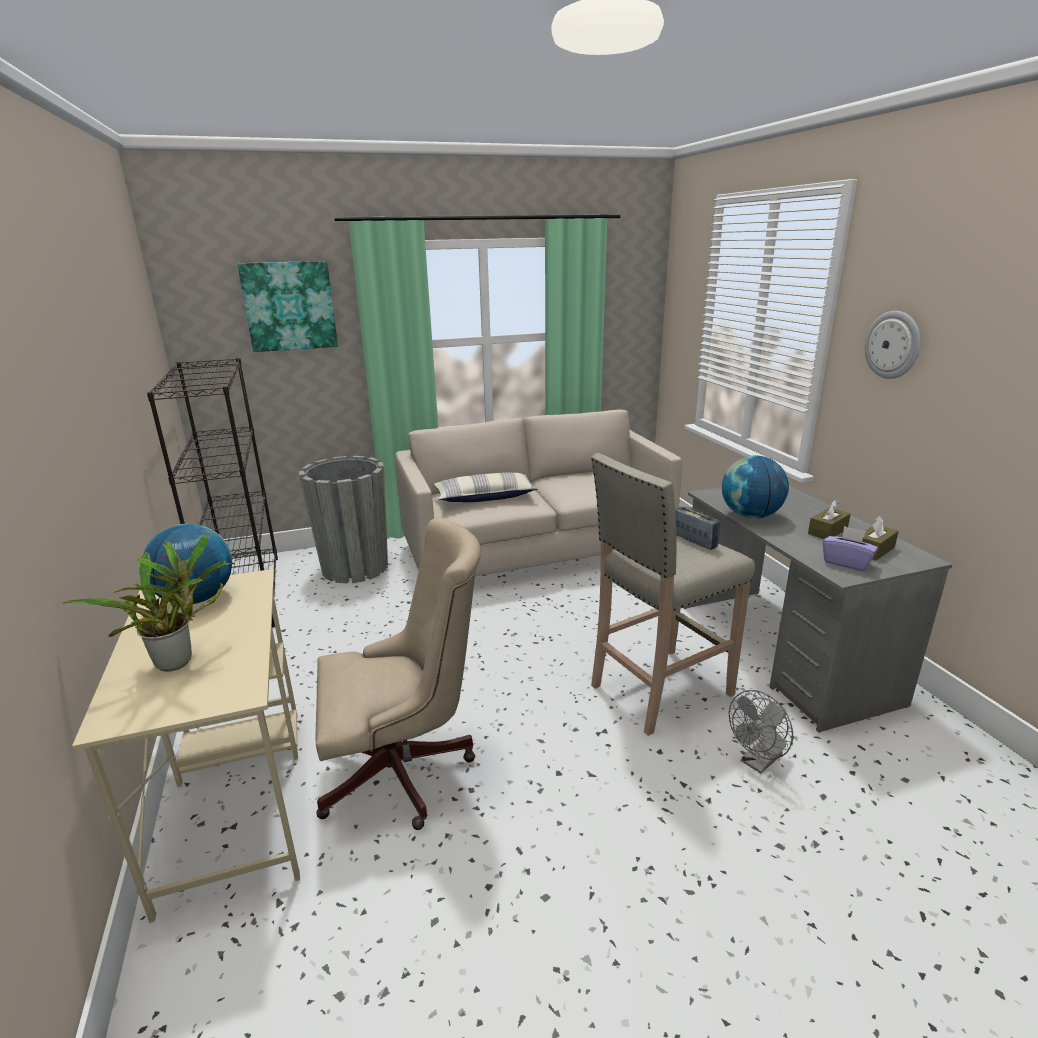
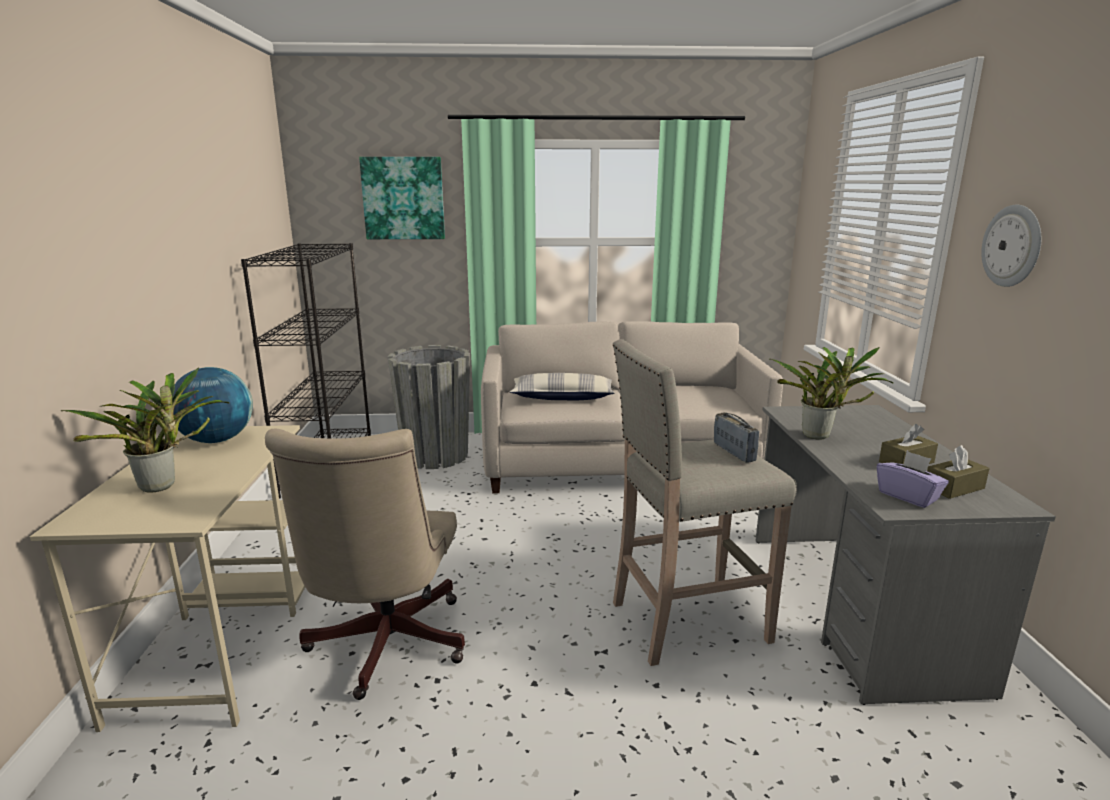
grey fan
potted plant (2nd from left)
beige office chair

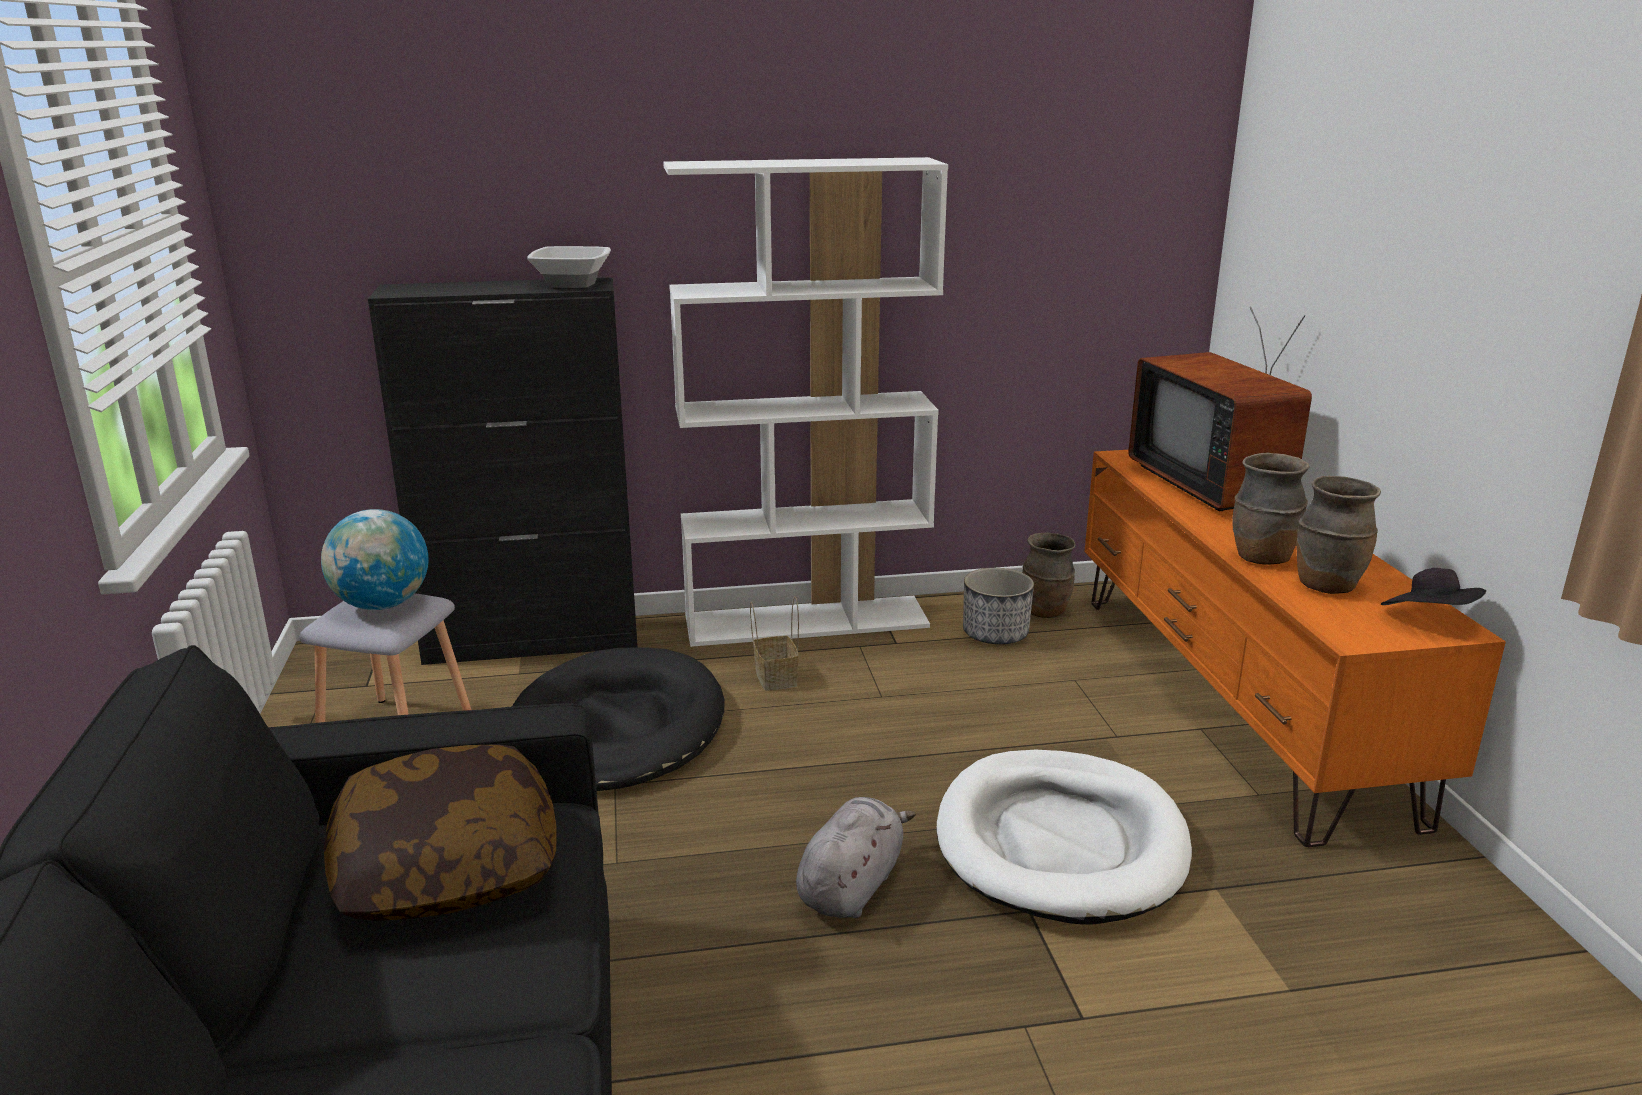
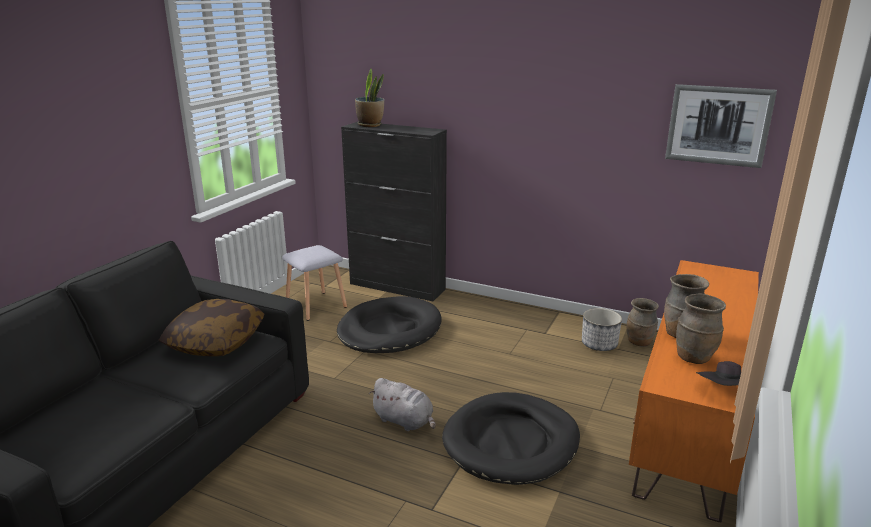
globe
bowl
white bookcase
basket
television
potted plant
picture
black dog bed (2nd from left)
grey plush toy

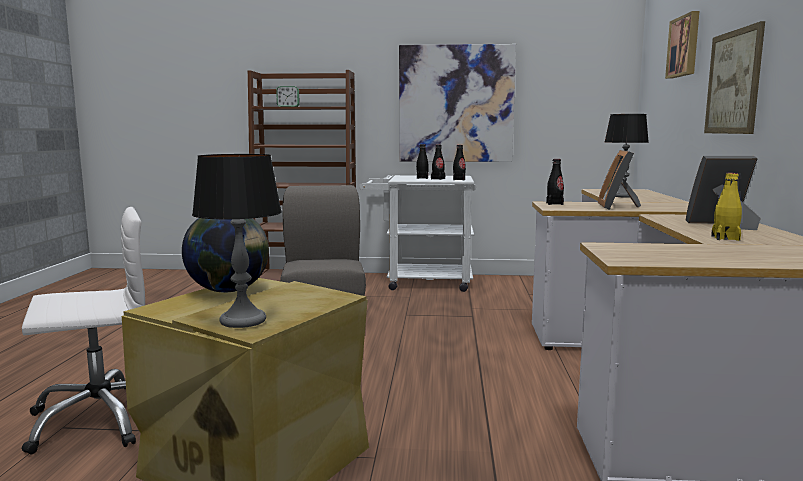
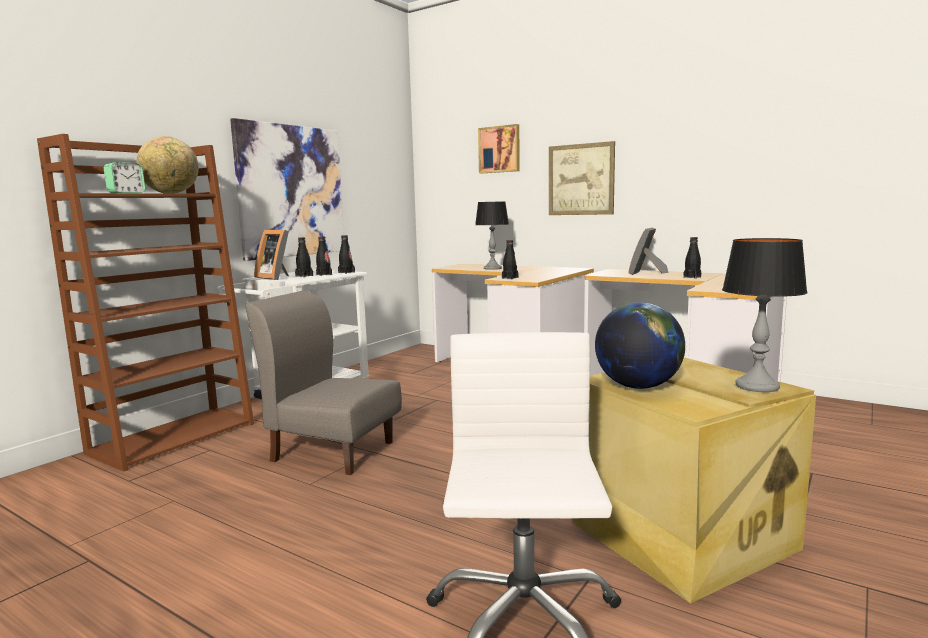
globe (1st from left)
picture frame (1st from left)
black bottle (5th from left)

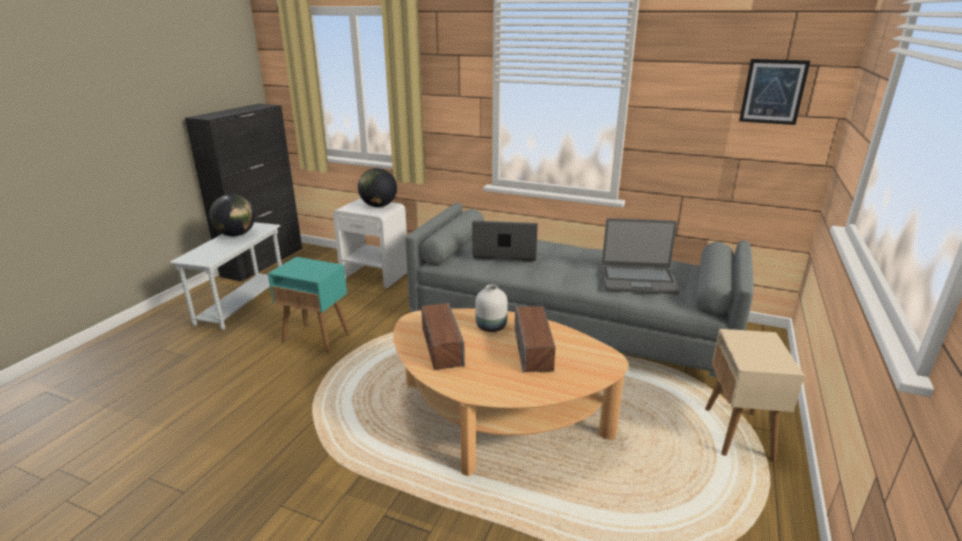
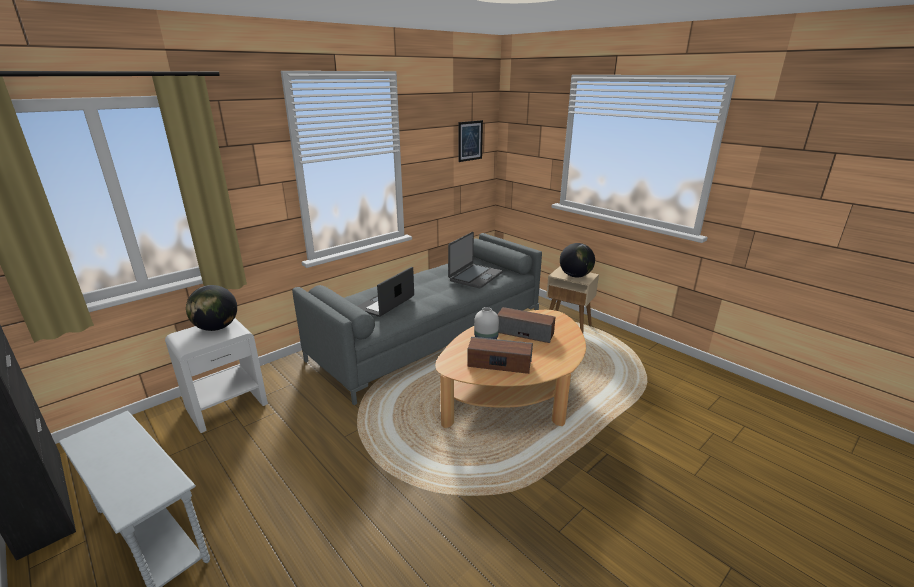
turquoise side table
globe (2nd from left)

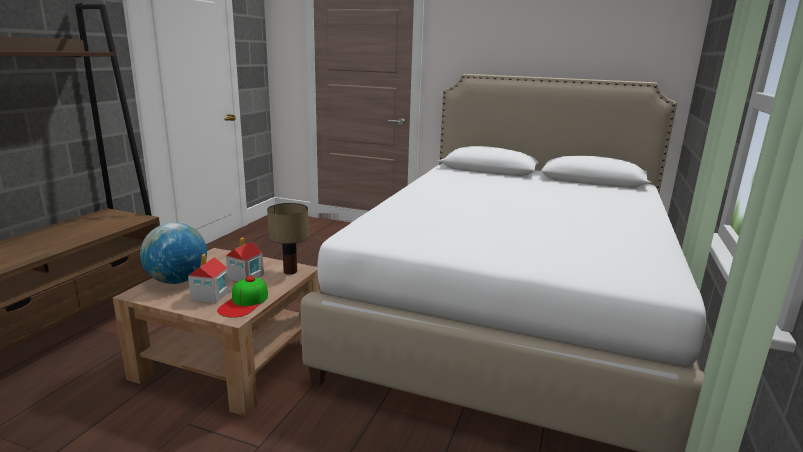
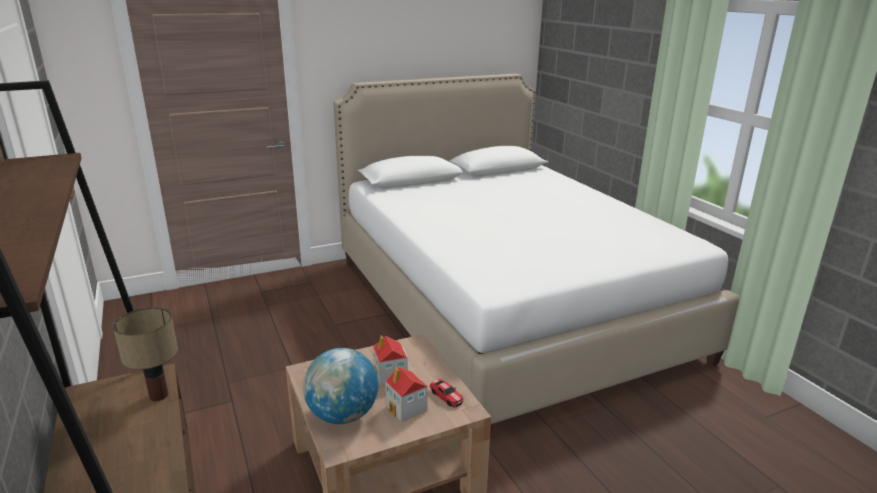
table lamp
toy car

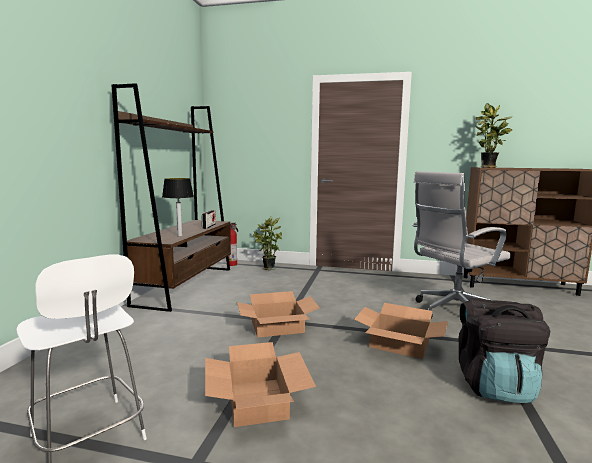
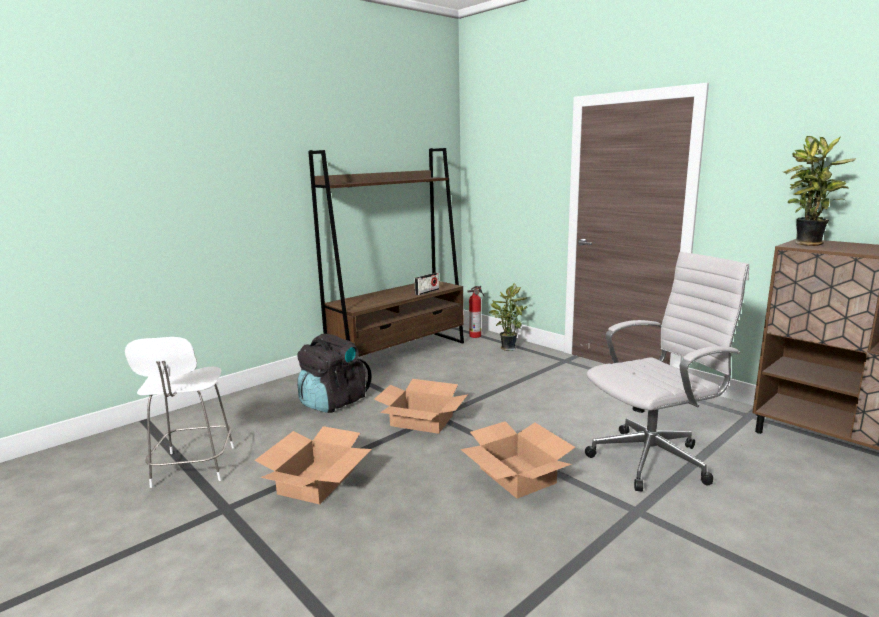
table lamp
black backpack
white office chair

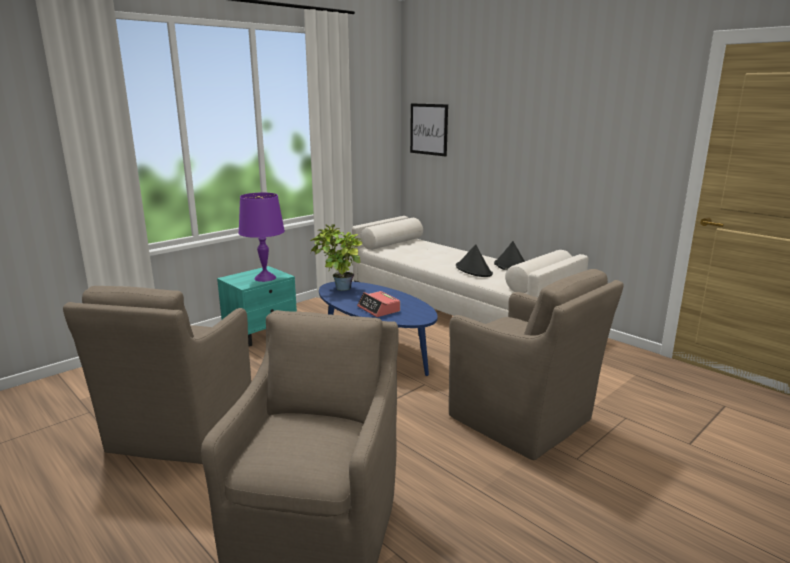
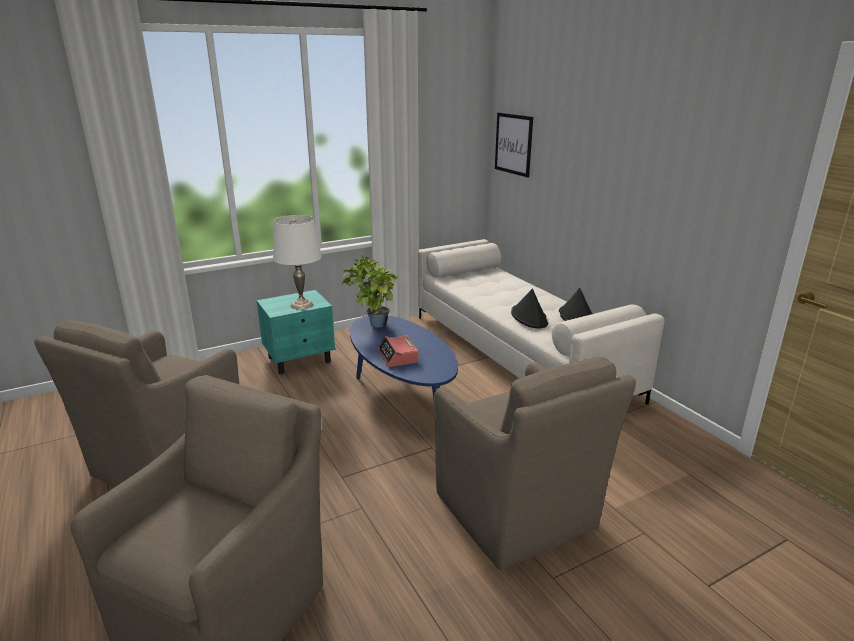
white table lamp

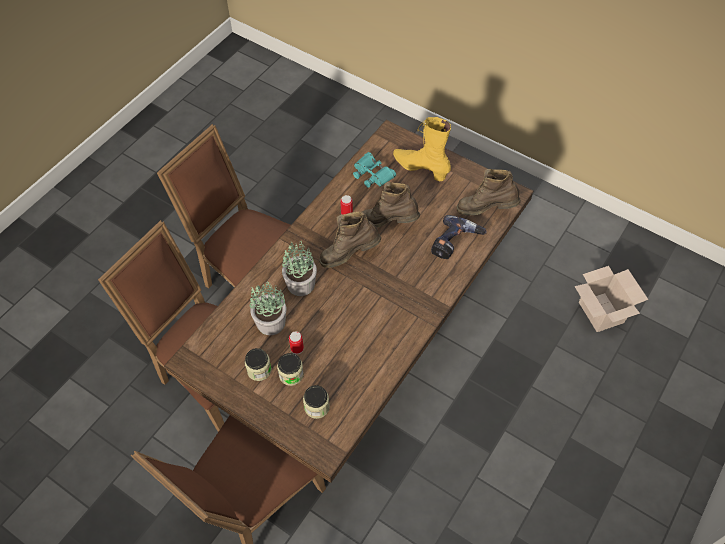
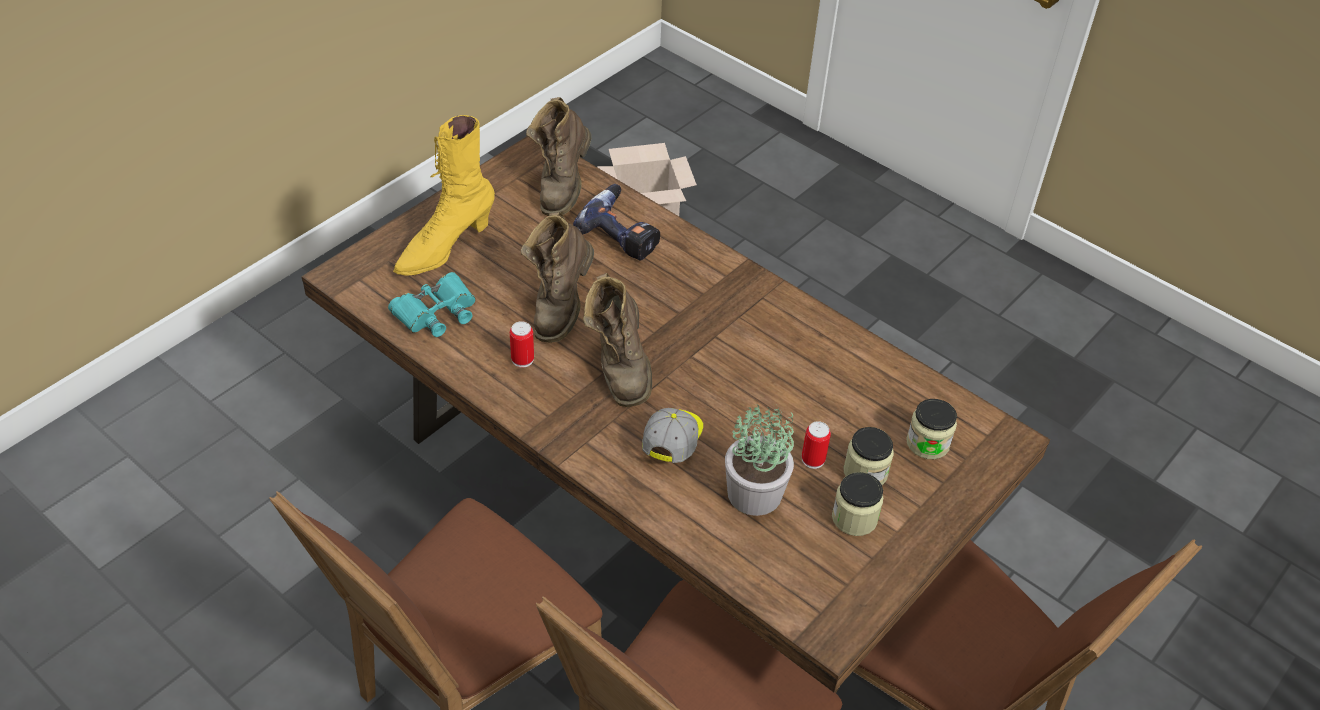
cap

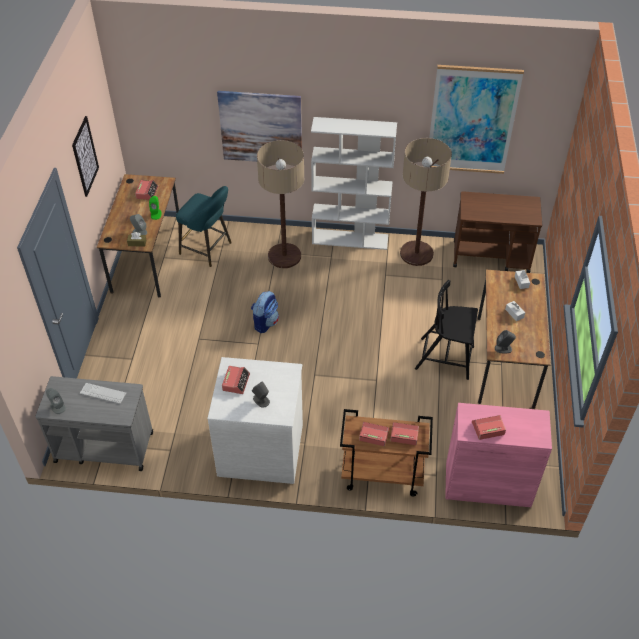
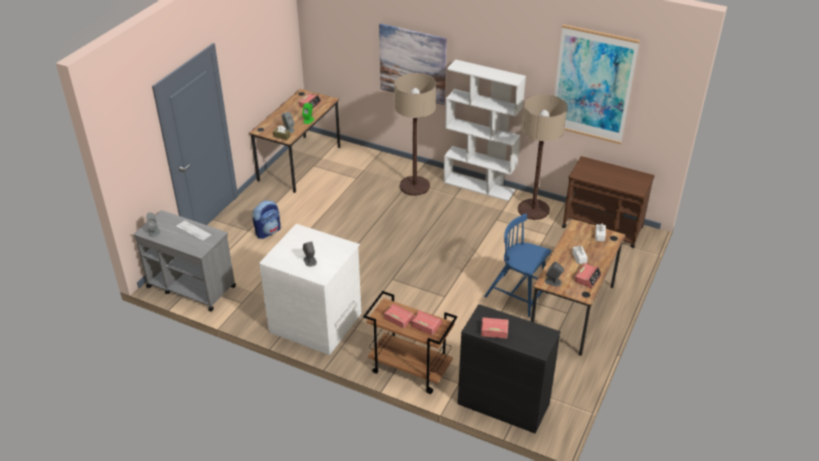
picture (1st from left in the first image)
turquoise stool
alarm clock (5th from left)
backpack
blue chair
black cabinet

